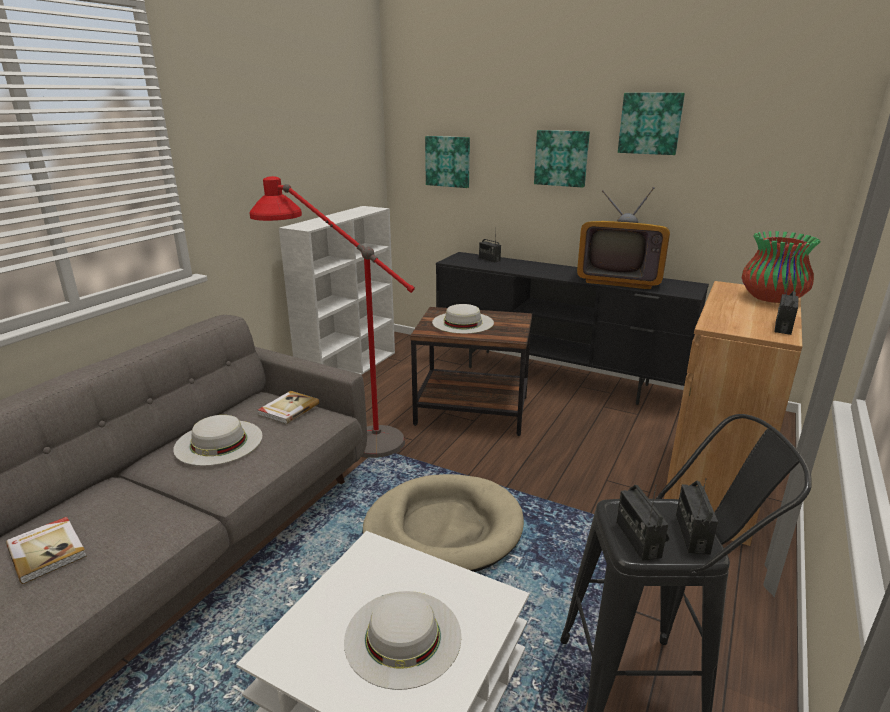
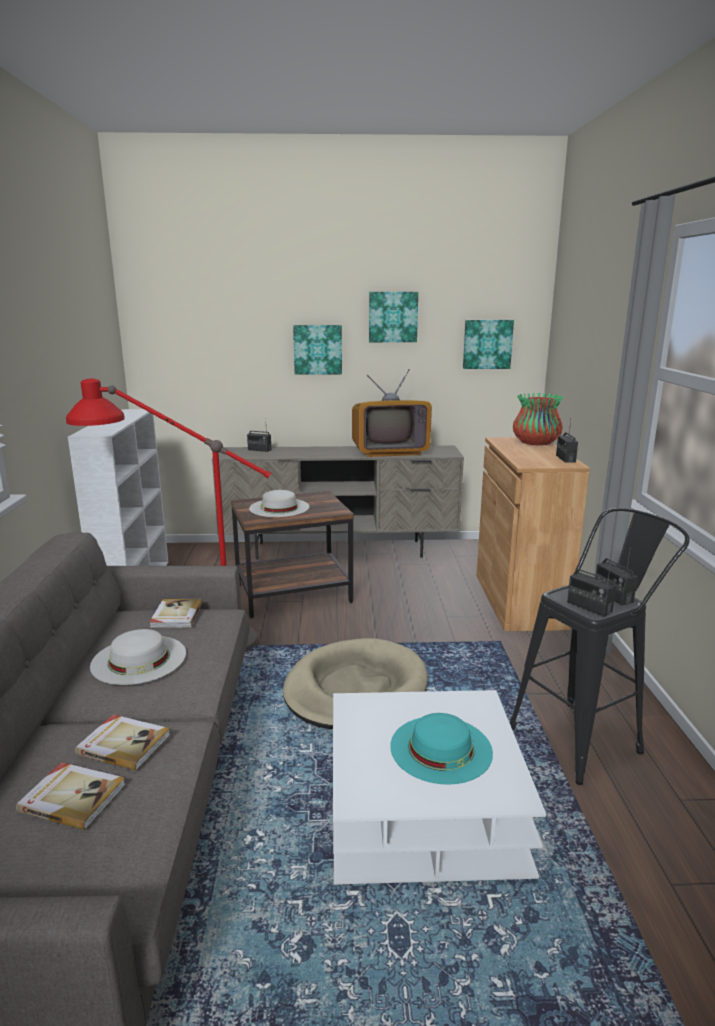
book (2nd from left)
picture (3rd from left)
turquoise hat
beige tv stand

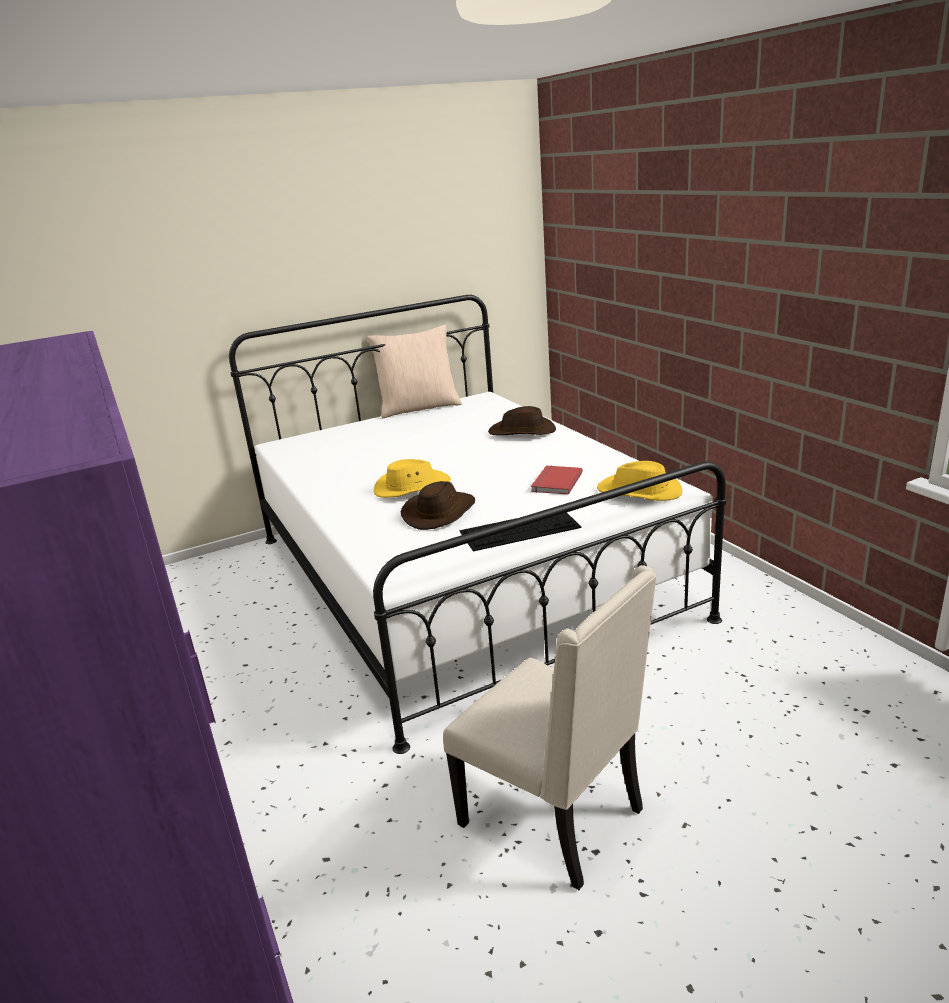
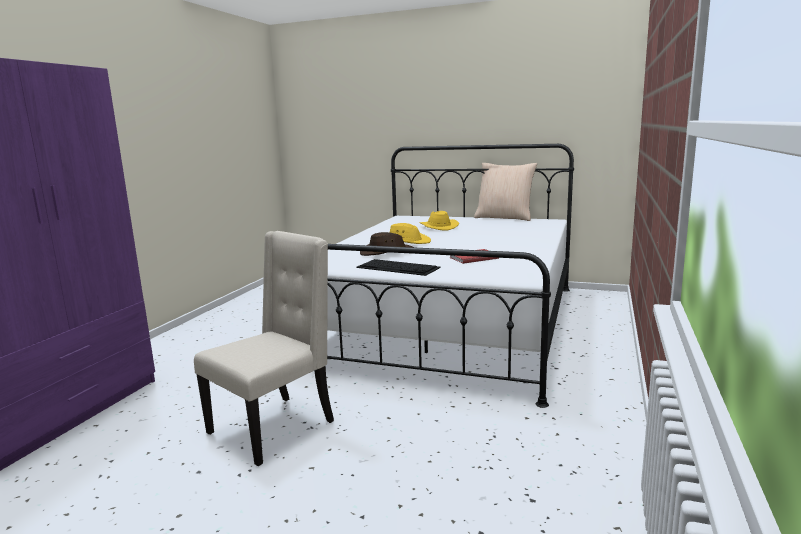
brown hat (2nd from left in the first image)
yellow hat (2nd from left)
beige chair

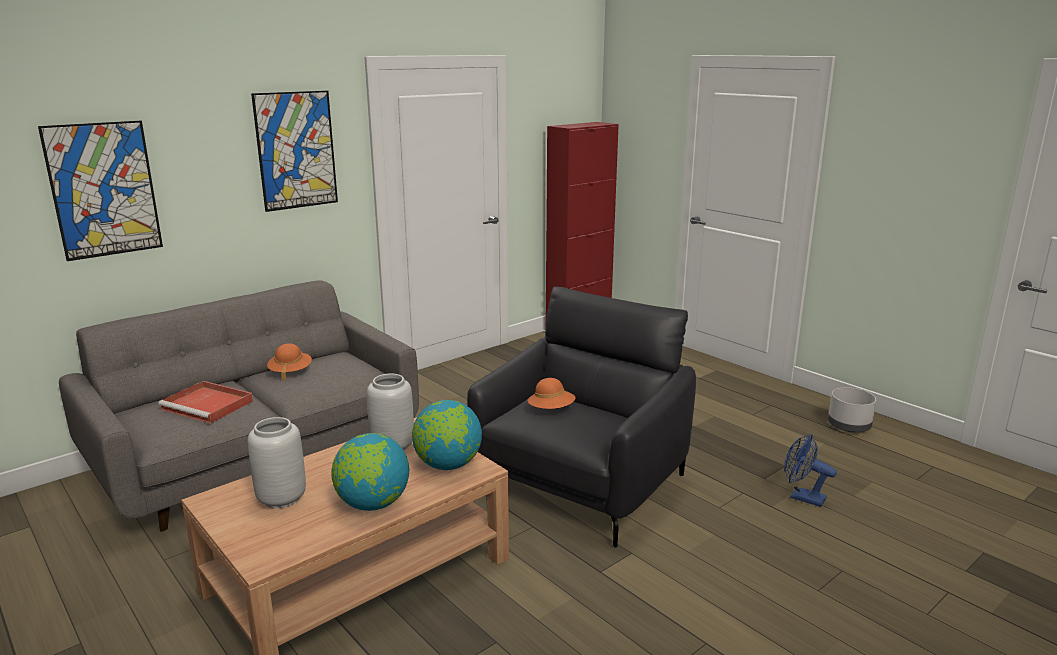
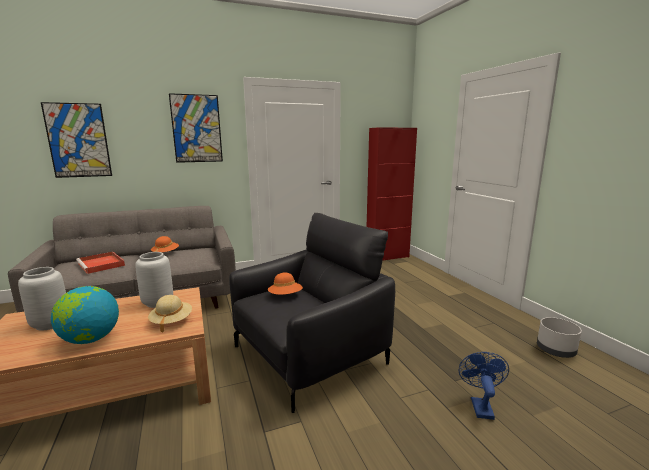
beige hat
blue fan

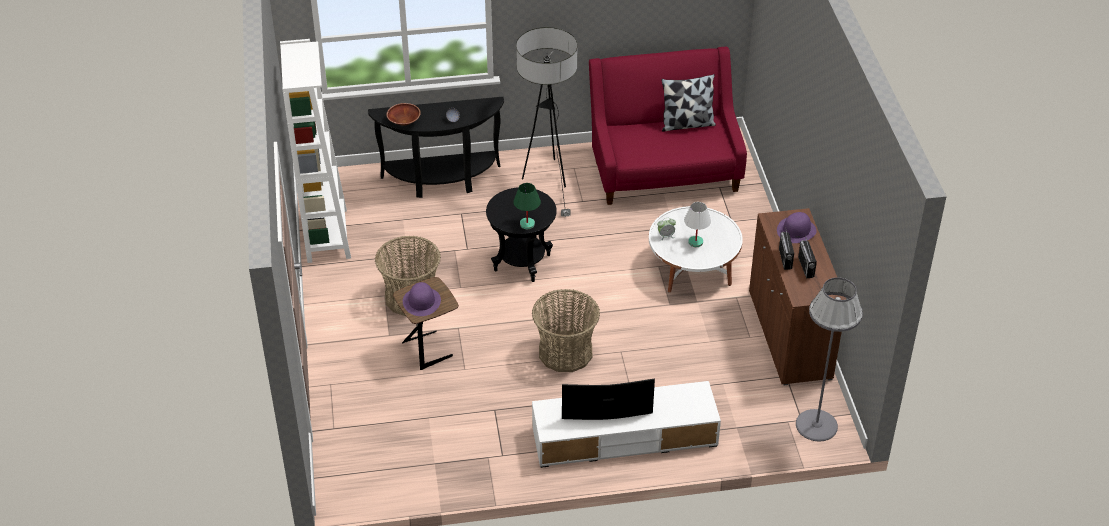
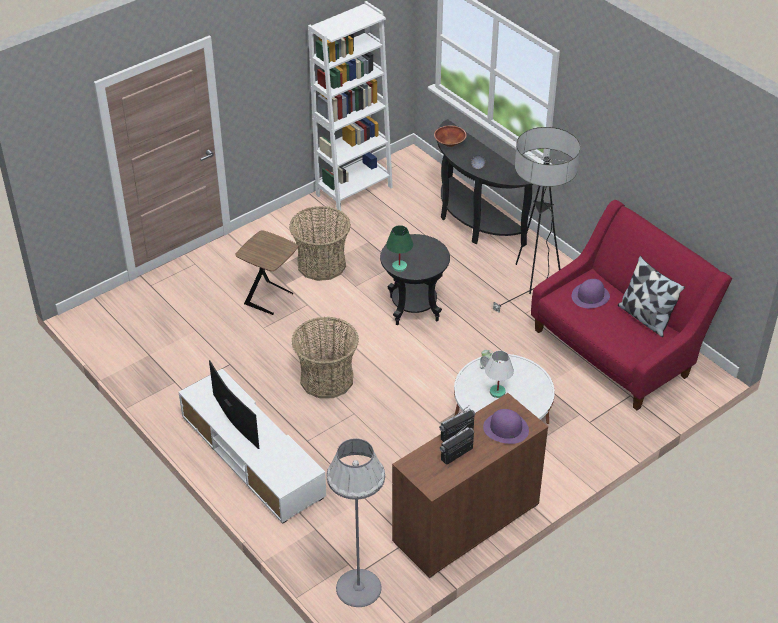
purple hat (2nd from left)

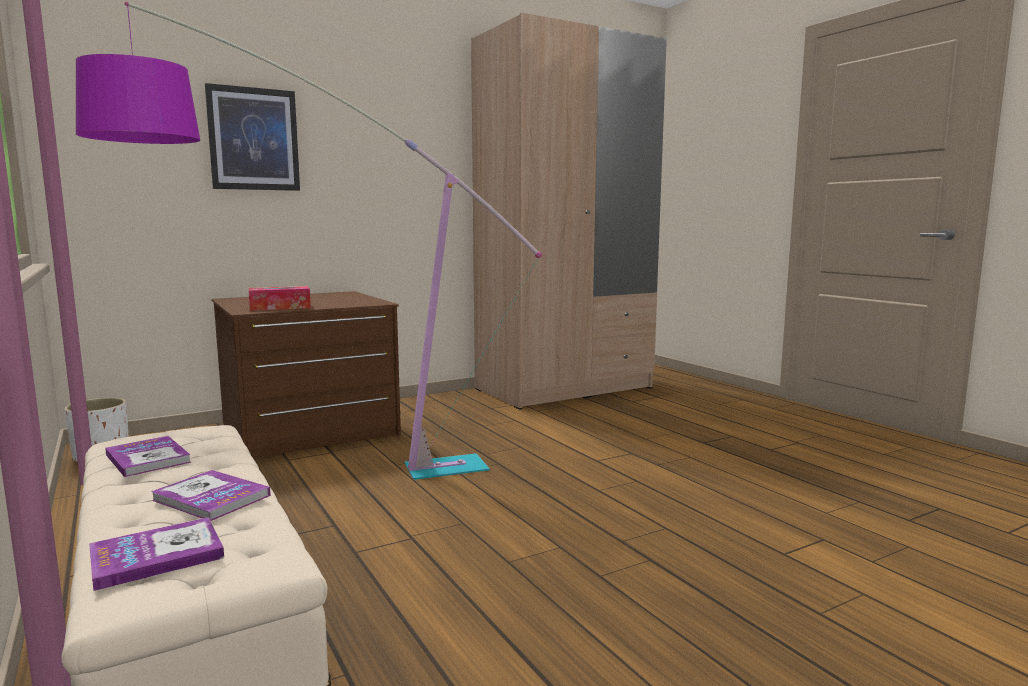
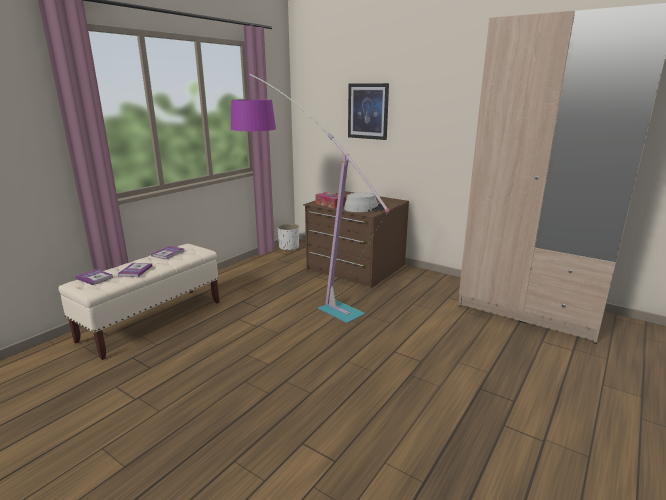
grey hat

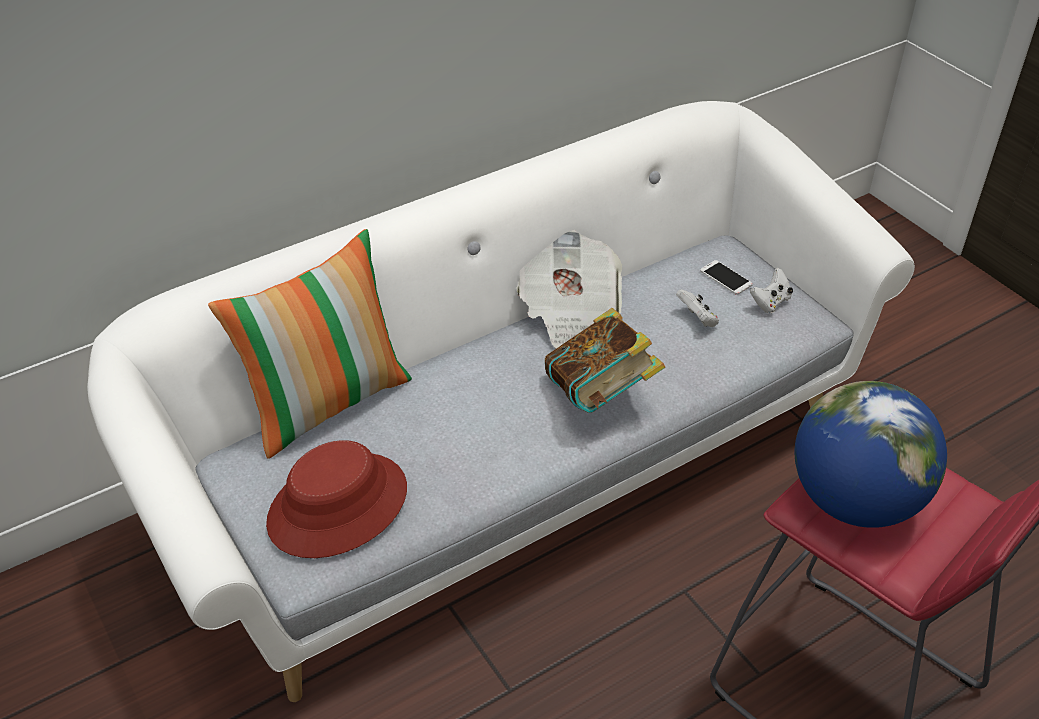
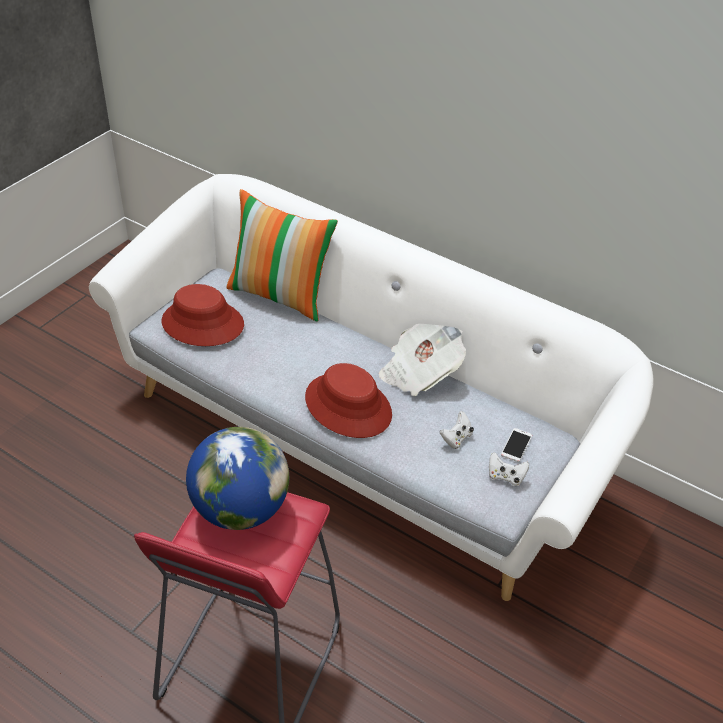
red hat (2nd from left)

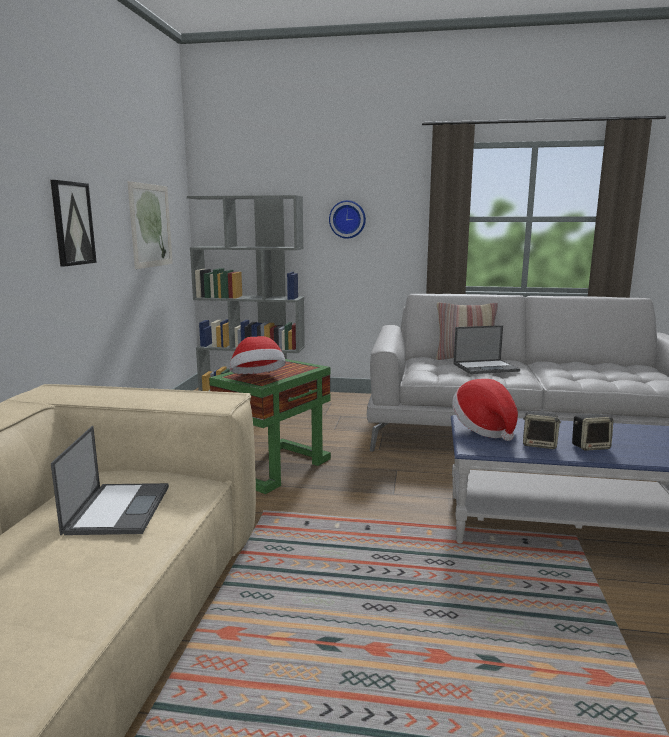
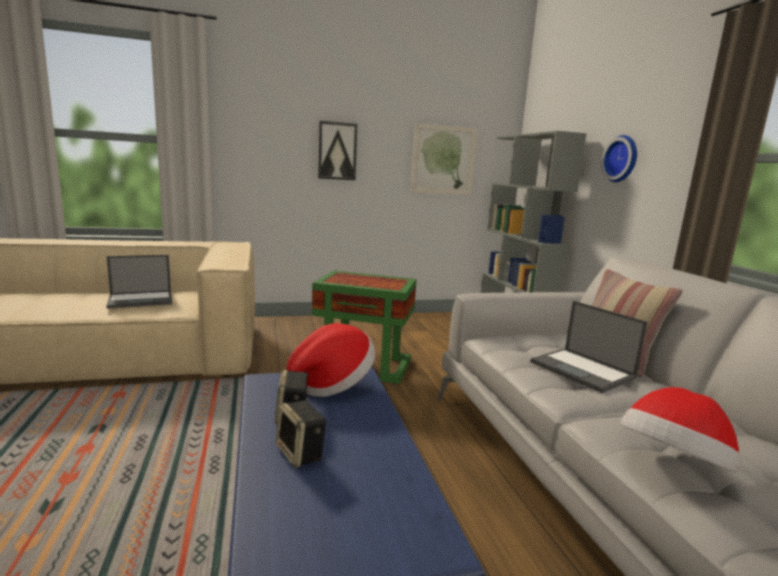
hat (2nd from left)

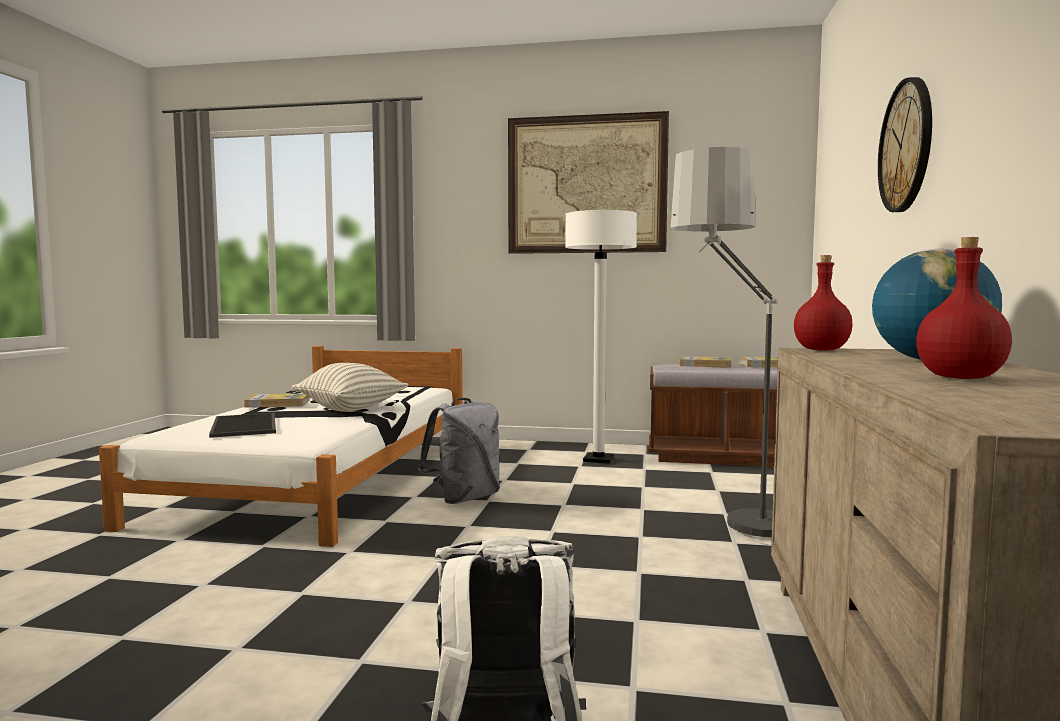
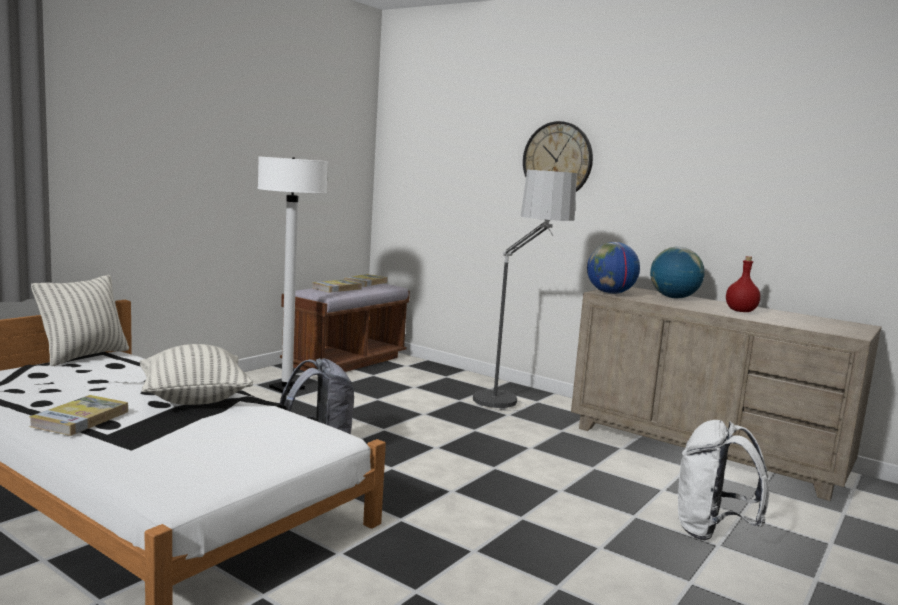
tray
picture
pillow (1st from left)
globe (1st from left)

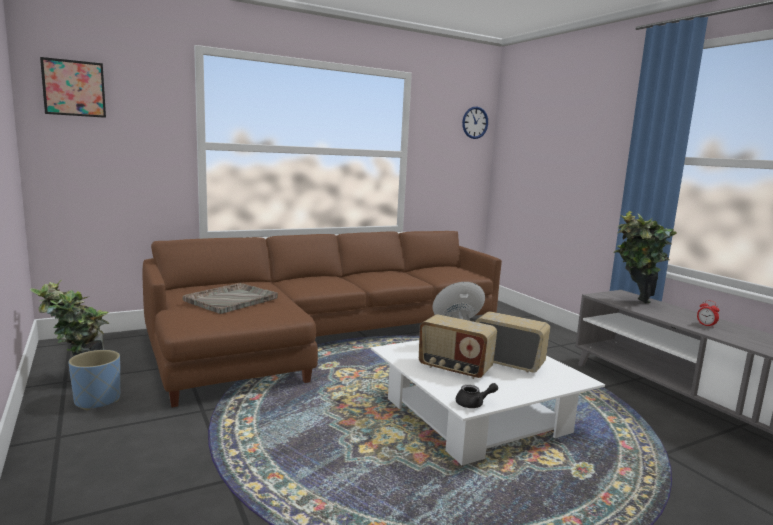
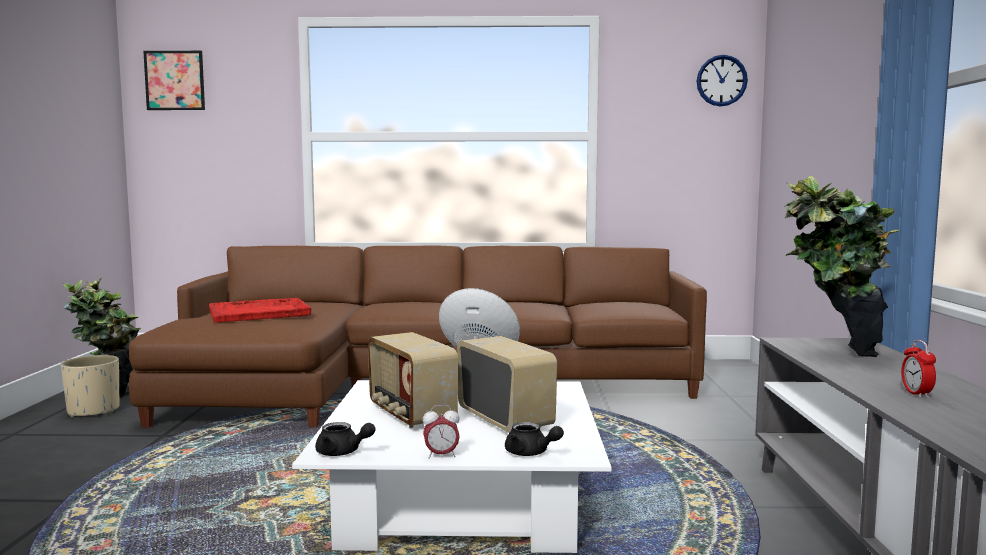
alarm clock (1st from left)
black teapot (2nd from left)
beige planter
red tray

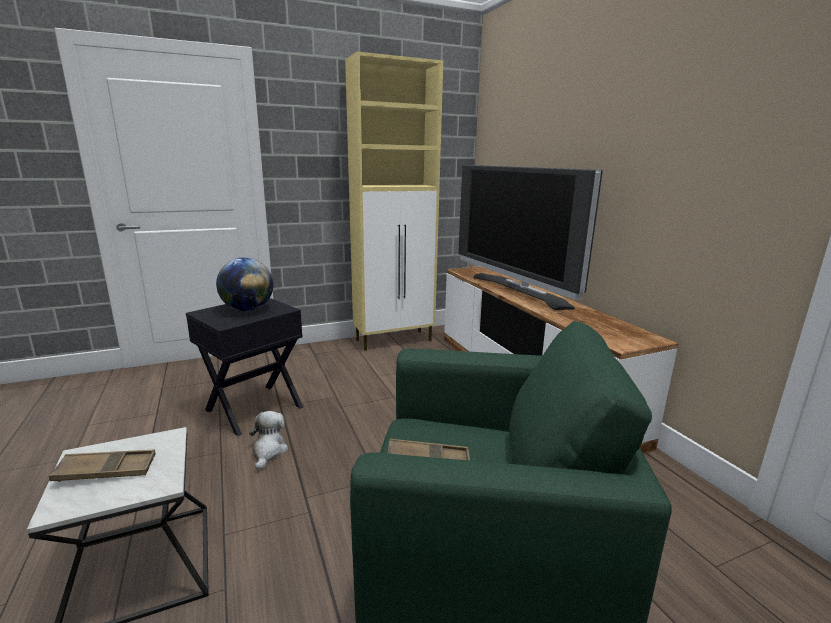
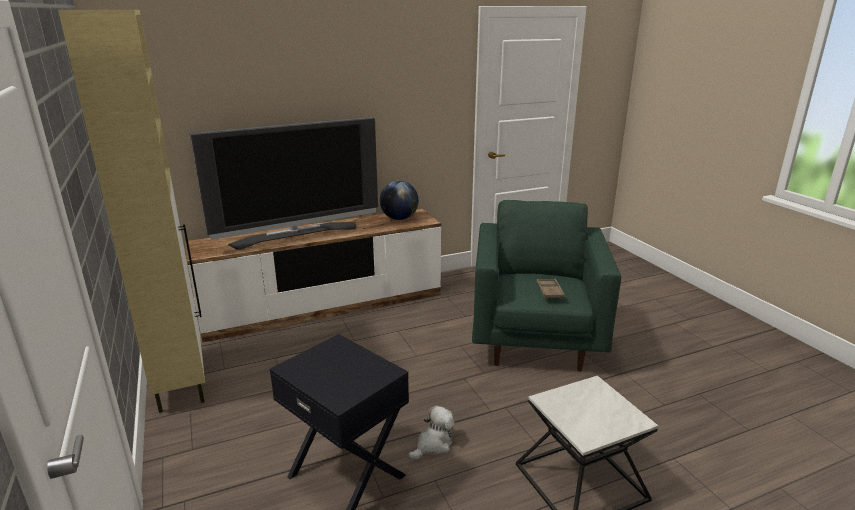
brown tray (1st from left in the first image)
globe
plush toy

